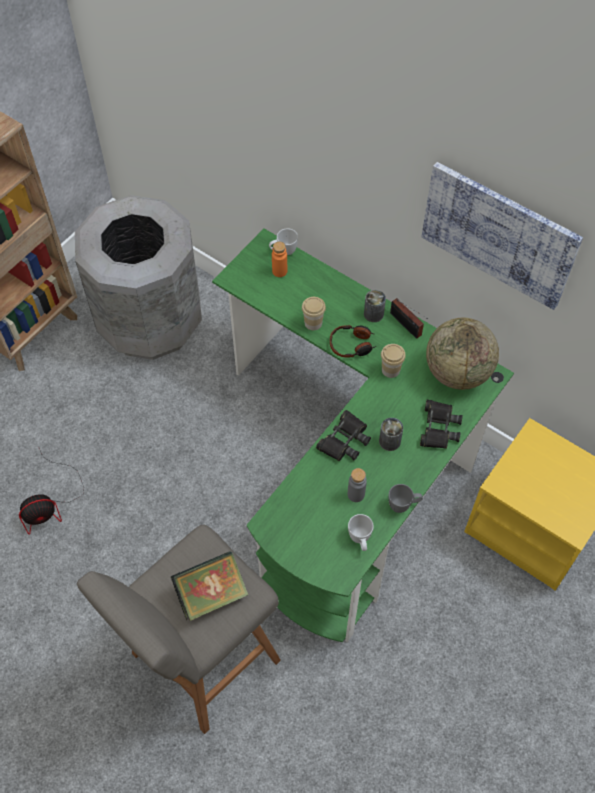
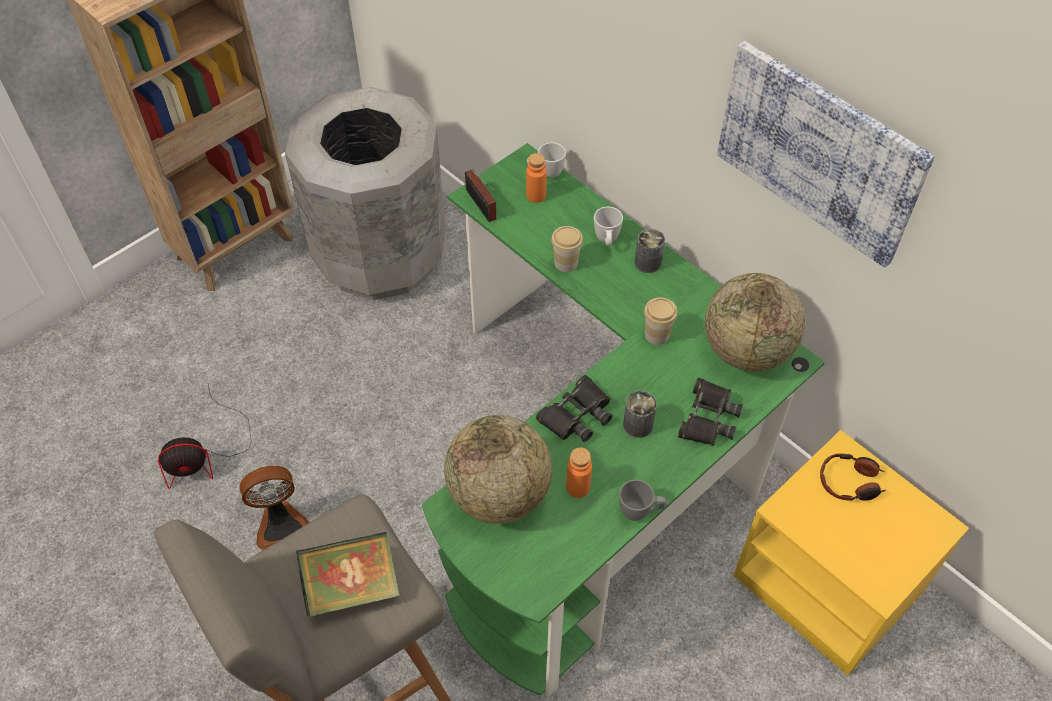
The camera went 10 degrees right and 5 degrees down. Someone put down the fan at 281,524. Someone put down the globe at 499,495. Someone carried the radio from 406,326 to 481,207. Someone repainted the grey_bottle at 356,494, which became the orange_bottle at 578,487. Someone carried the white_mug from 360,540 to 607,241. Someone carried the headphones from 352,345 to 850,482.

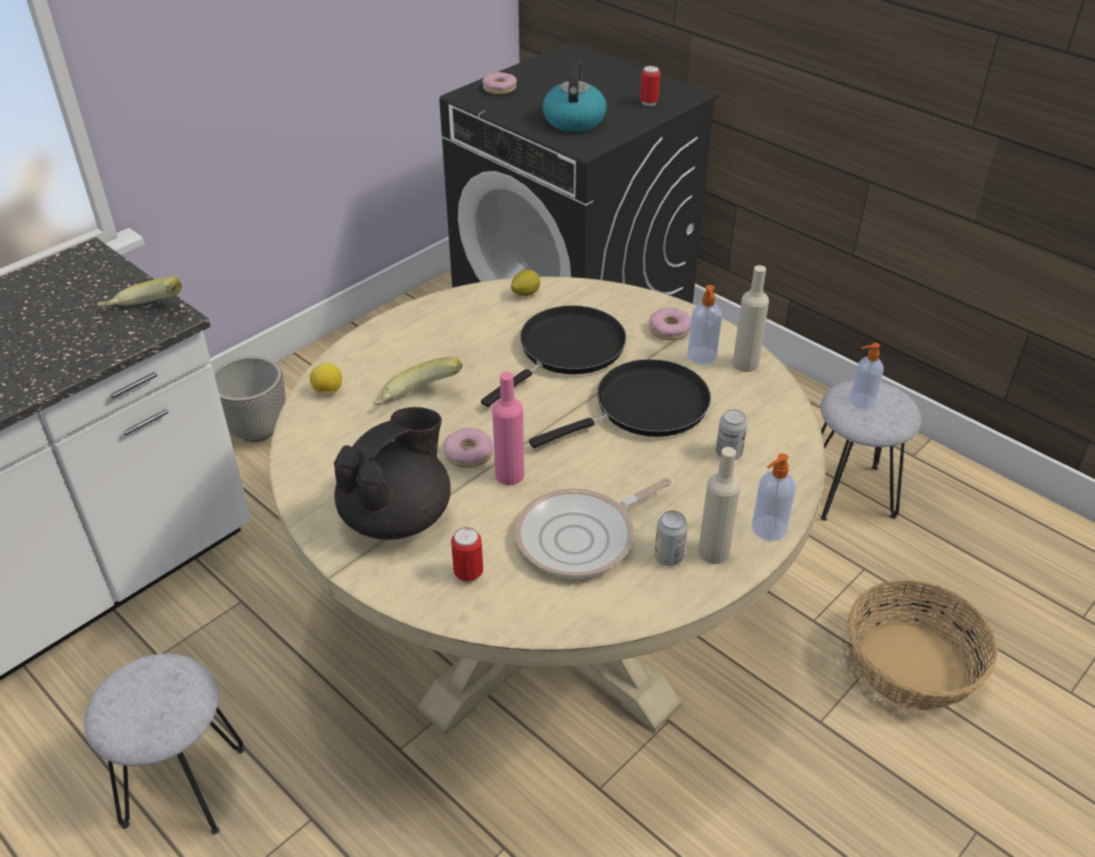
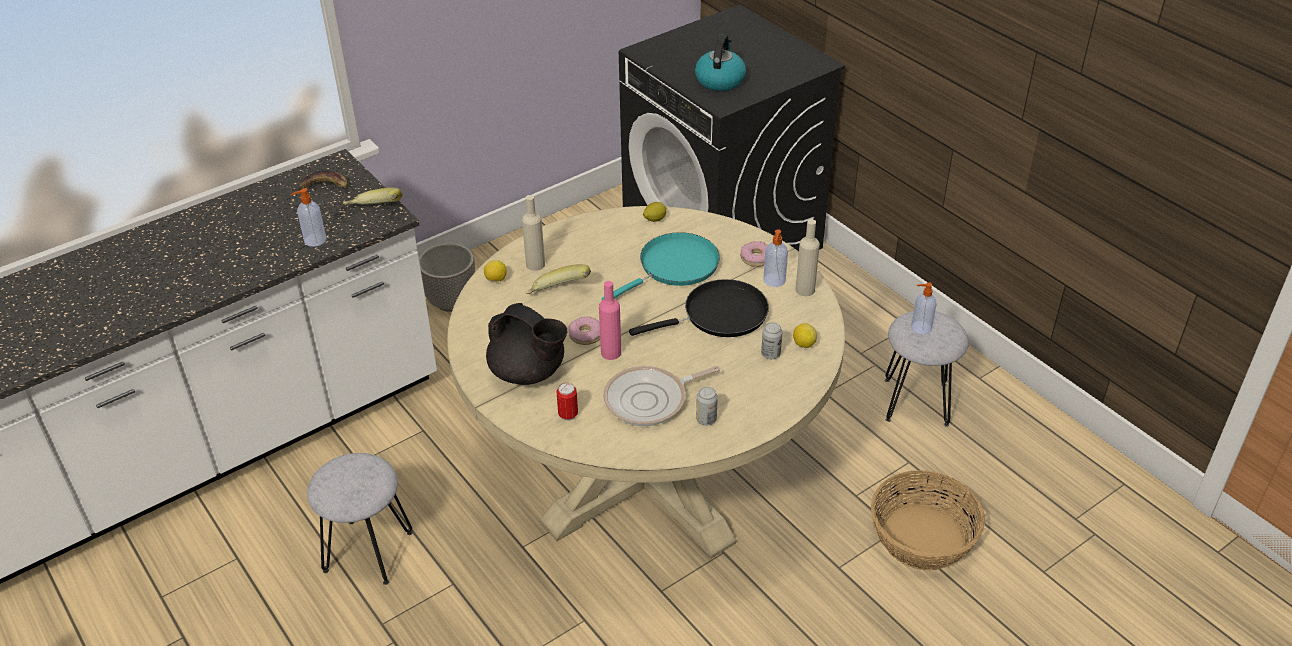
The camera went 10 degrees right and 0 degrees up. Someone carried the soap_dispenser from 768,529 to 314,240. Someone put down the banana at 326,187. Someone rotated the black_teapot at 398,516 by 75 degrees clockwise. Someone carried the beige_bottle from 713,552 to 535,264. Someone repainted the black_frying_pan at 567,351, which became the turquoise_frying_pan at 674,267. Someone put down the lemon at 803,344. Someone took away the donut at 499,89. Someone took away the can at 649,102.

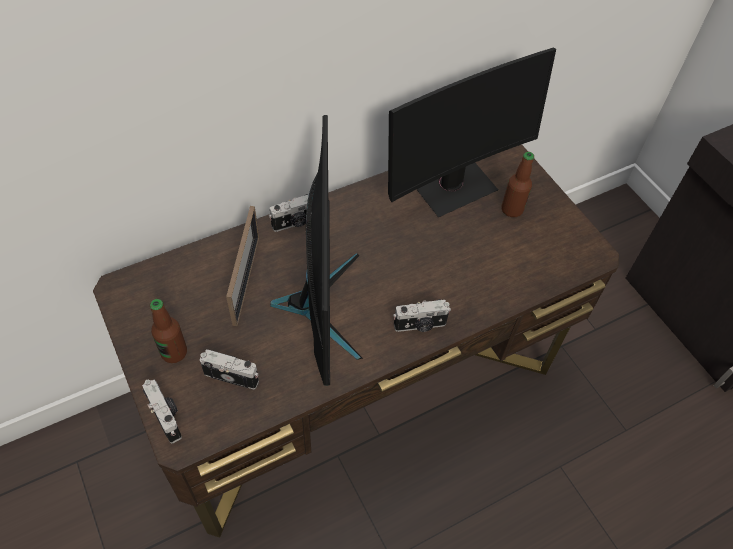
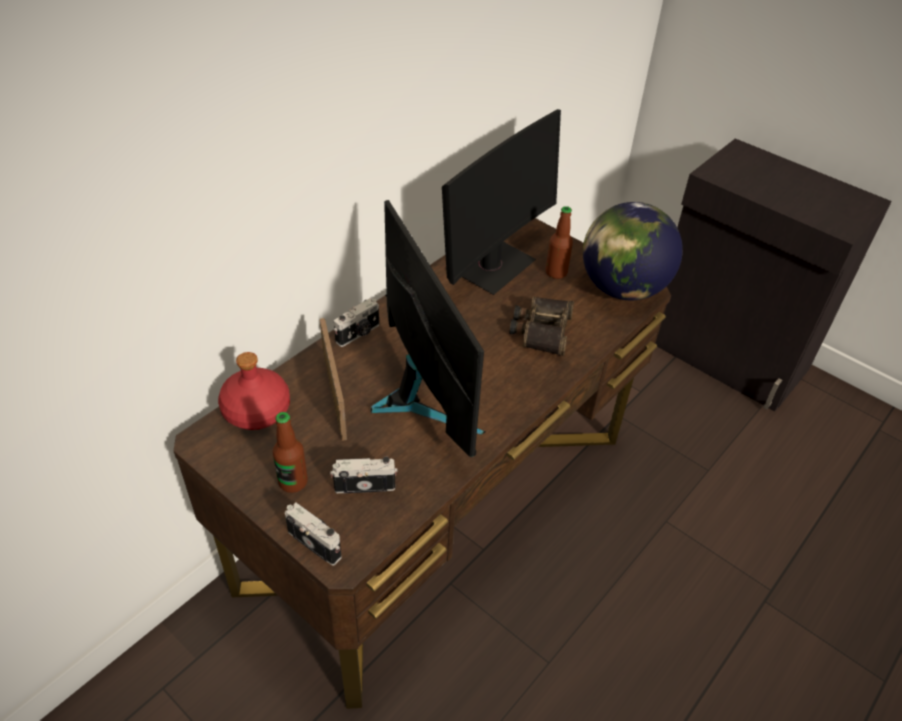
The camera went 20 degrees left and 10 degrees down. Someone put down the red_bottle at 256,411. Someone put down the binoculars at 541,330. Someone put down the globe at 622,288. Someone took away the photo_camera at 420,325.

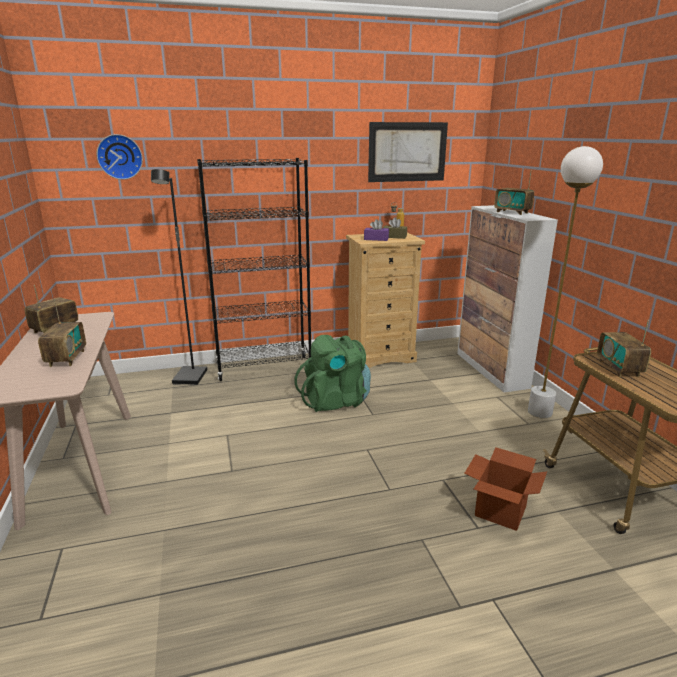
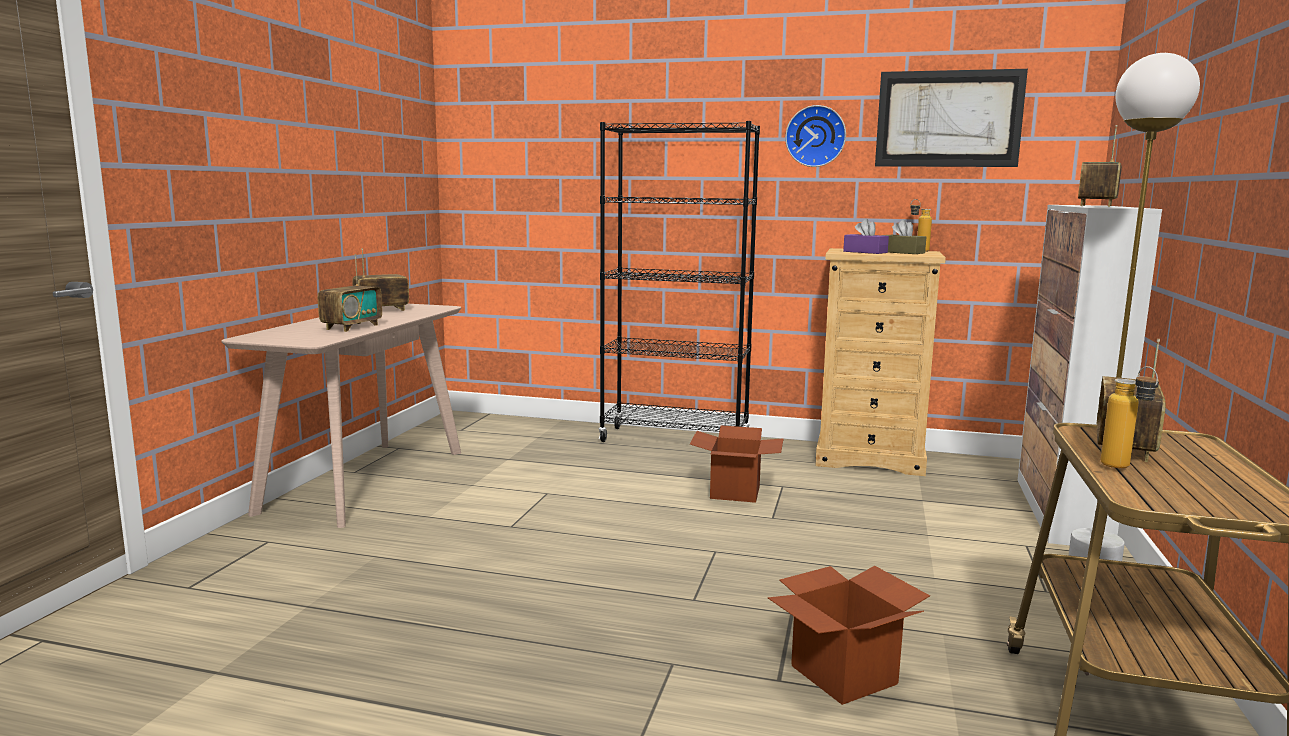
The camera went 30 degrees right and 10 degrees down. Someone swapped the green_backpack at 336,401 for the cardboard_box at 735,492. Someone carried the wall_clock from 120,157 to 815,136. Someone rotated the radio at 512,212 by 45 degrees clockwise. Someone put down the bottle at 1123,468. Someone took away the black_floor_lamp at 191,377.

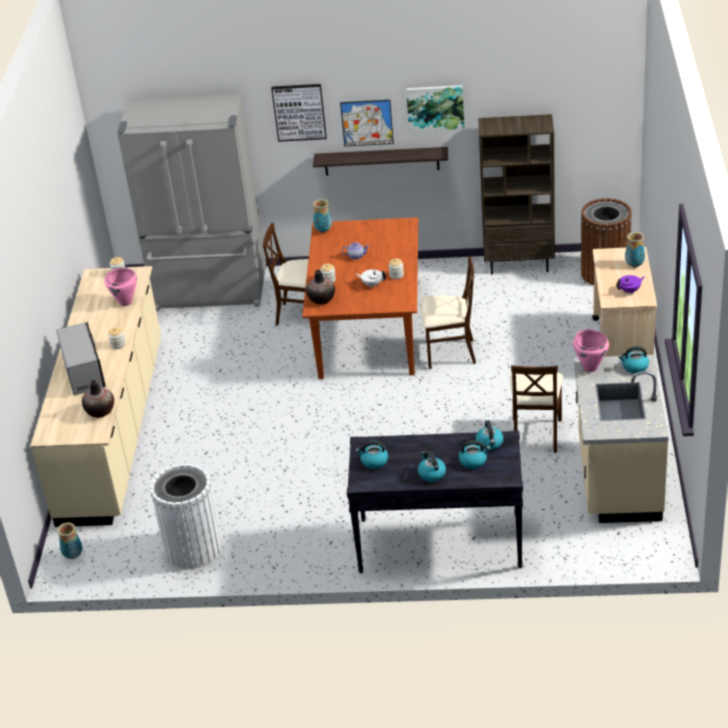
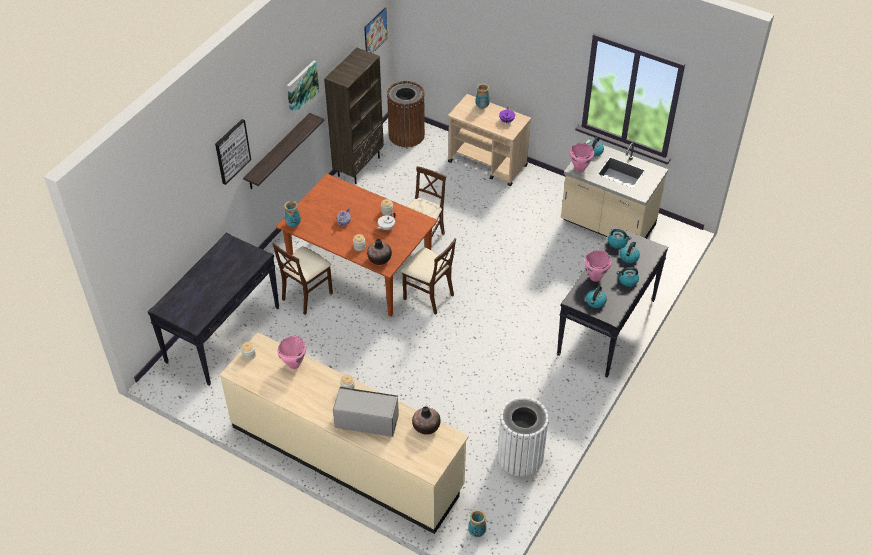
The camera went 65 degrees left and 10 degrees up. Someone swapped the grey_fridge at 210,291 for the black_console_table at 223,334. Someone carried the picture from 367,122 to 375,33. Someone carried the beige_chair from 536,434 to 428,296. Someone put down the pink_cooking_pot at 595,277.

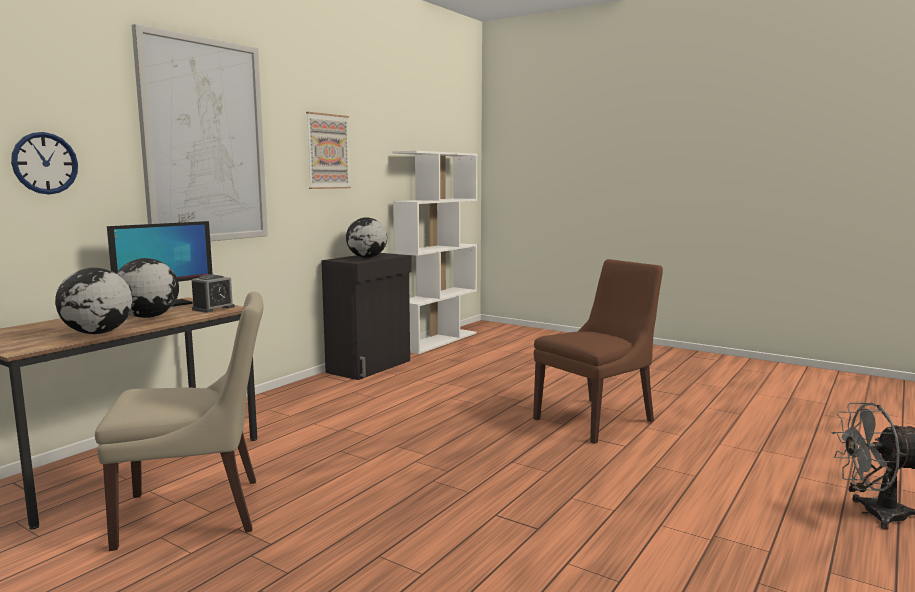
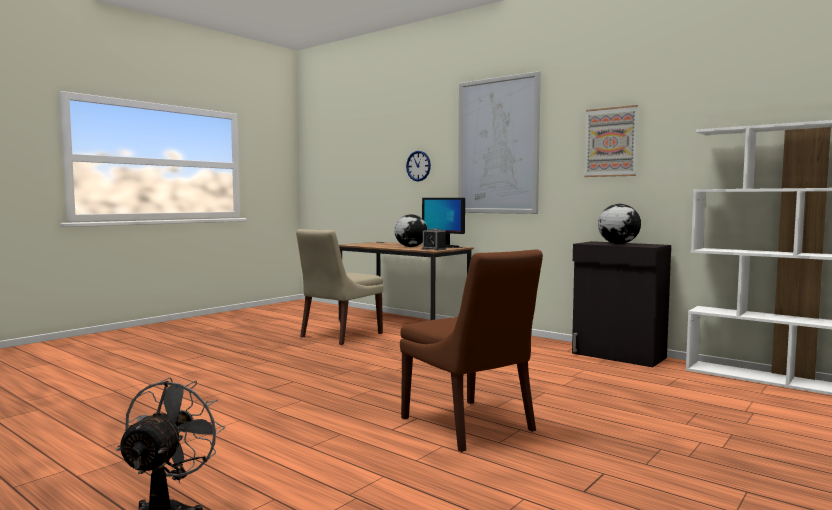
The camera went 95 degrees right and 5 degrees down. Someone rotated the beige_chair at 197,512 by 45 degrees clockwise. Someone took away the globe at 97,333.

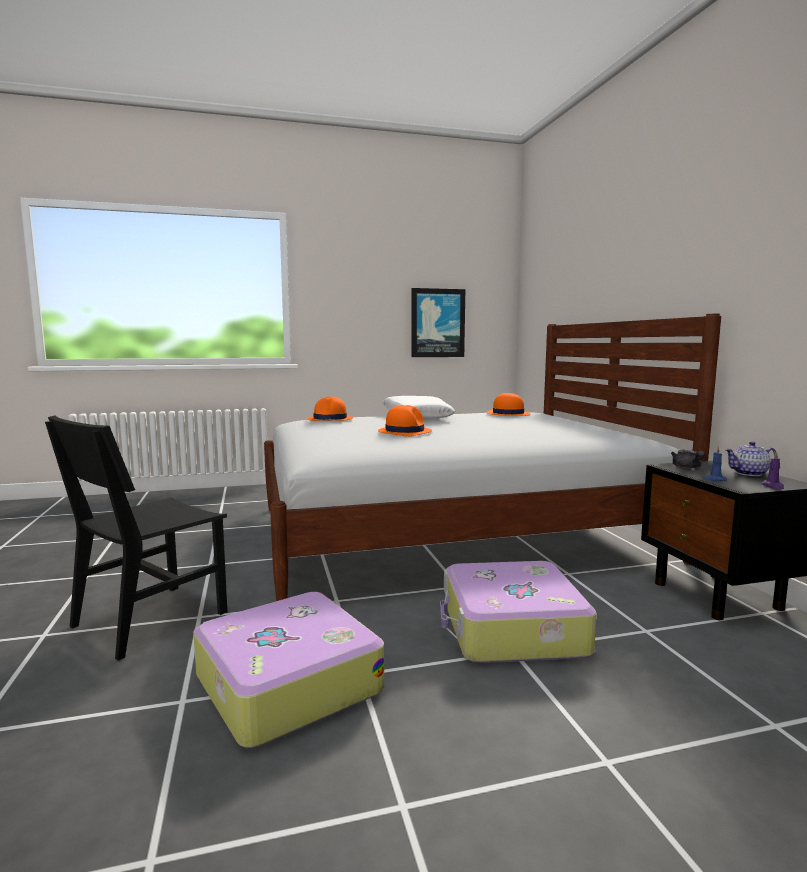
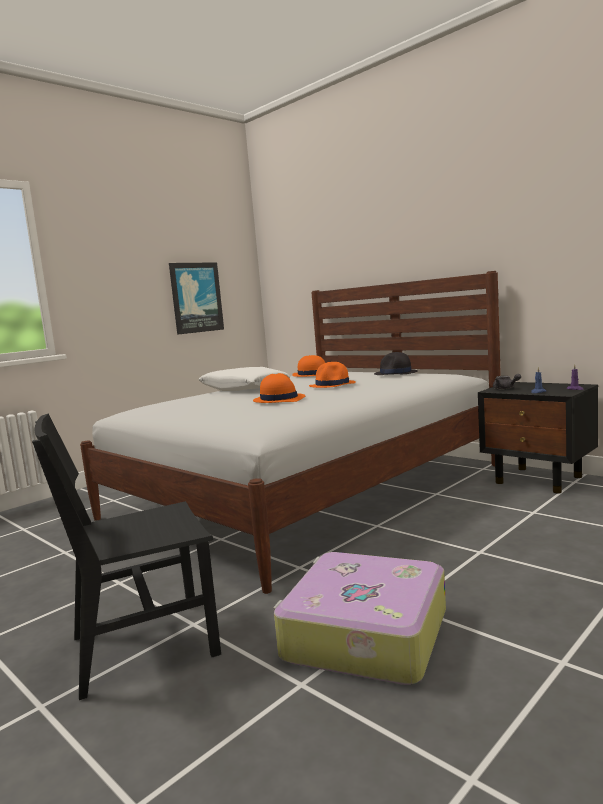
The camera went 30 degrees left and 0 degrees up. Someone rotated the black_chair at 150,619 by 60 degrees clockwise. Someone carried the orange_hat from 330,419 to 332,385. Someone put down the black_hat at 395,373. Someone took away the suitcase at 511,629. Someone took away the teapot at 749,473.

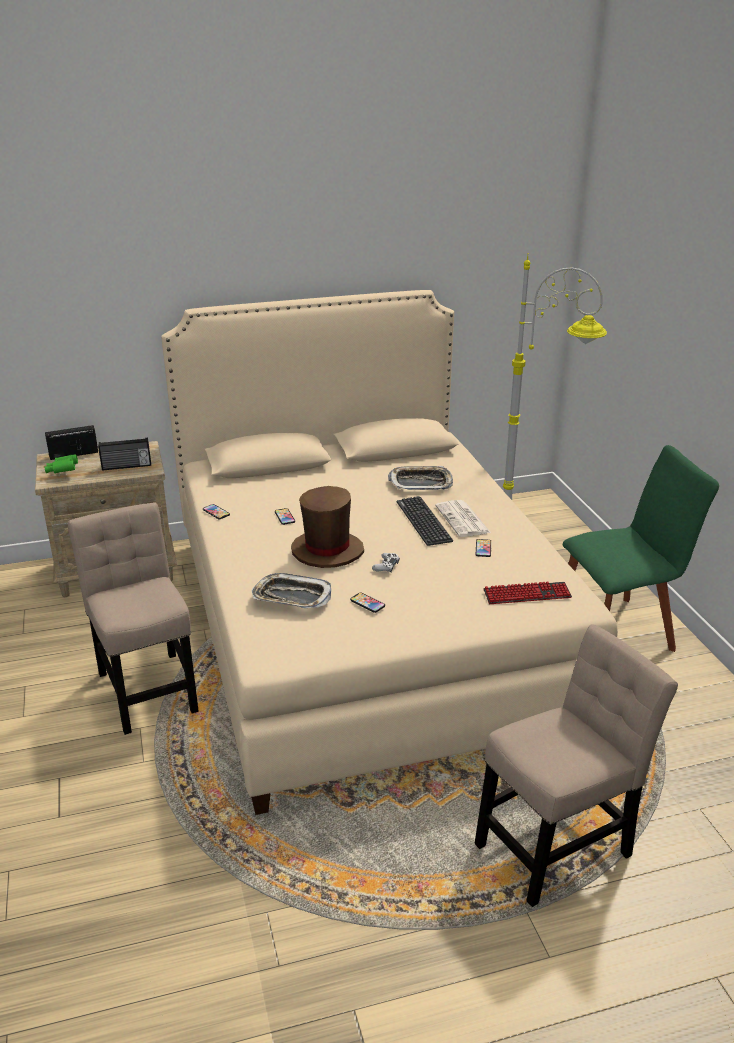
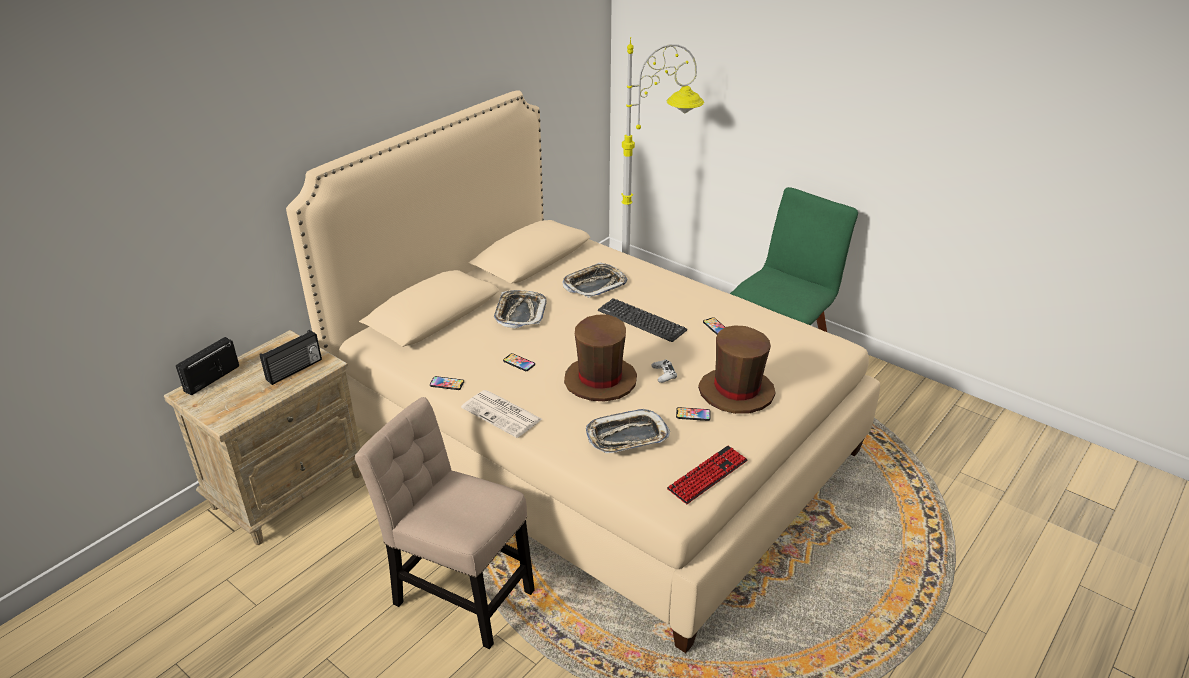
The camera went 35 degrees left and 5 degrees up. Someone carried the newspaper from 463,520 to 503,414. Someone put down the tray at 520,313. Someone carried the keyboard from 527,594 to 707,475. Someone put down the brown_hat at 736,392. Someone took away the green_binoculars at 63,471. Someone took away the beige_chair at 558,845.

